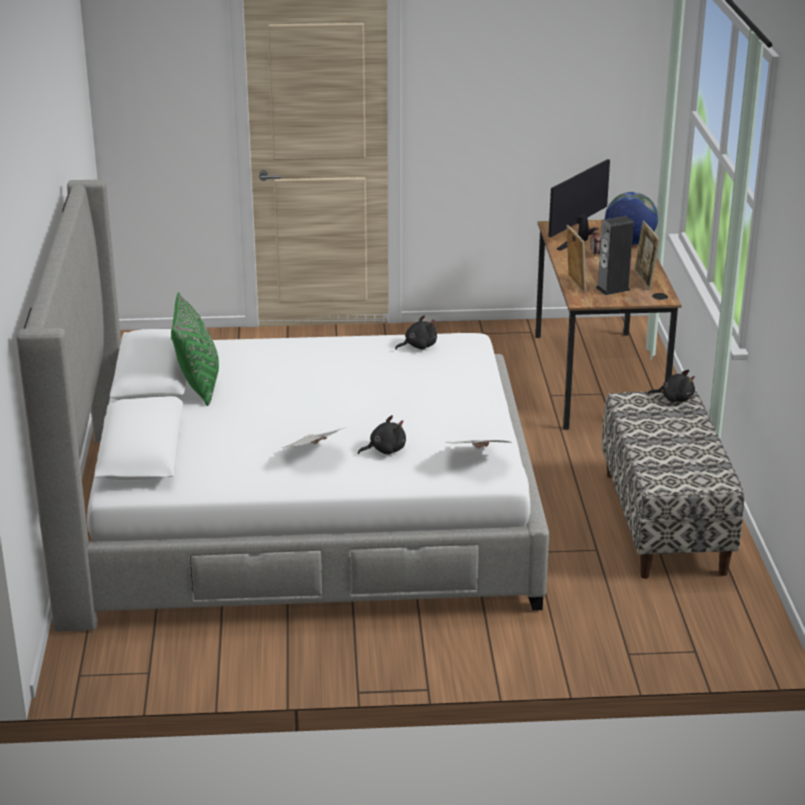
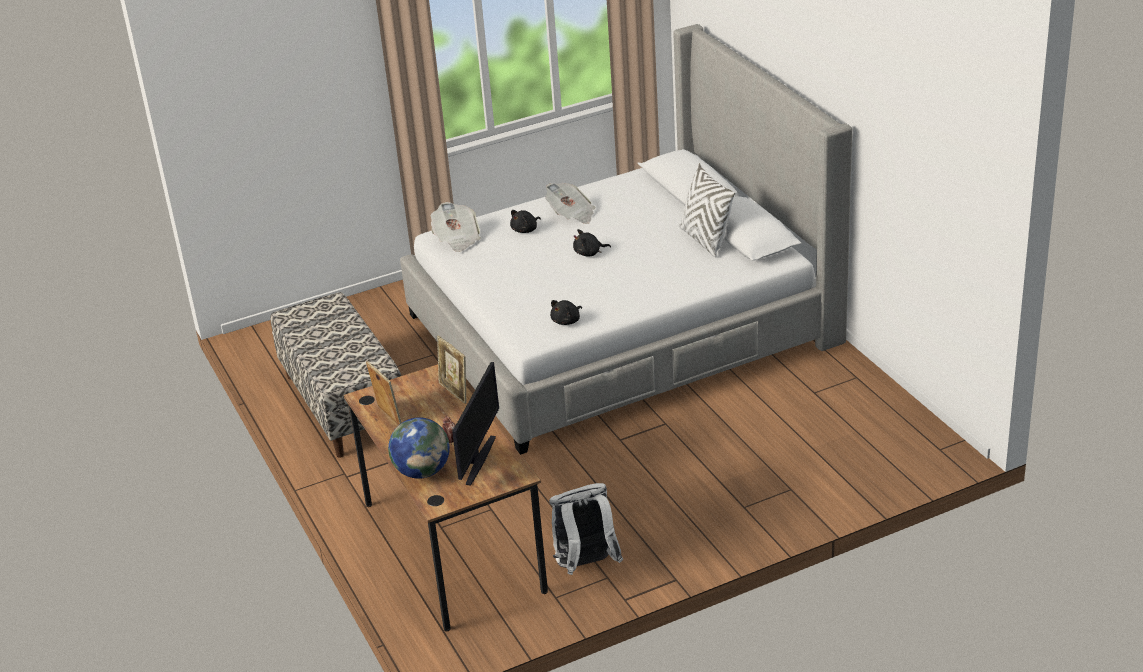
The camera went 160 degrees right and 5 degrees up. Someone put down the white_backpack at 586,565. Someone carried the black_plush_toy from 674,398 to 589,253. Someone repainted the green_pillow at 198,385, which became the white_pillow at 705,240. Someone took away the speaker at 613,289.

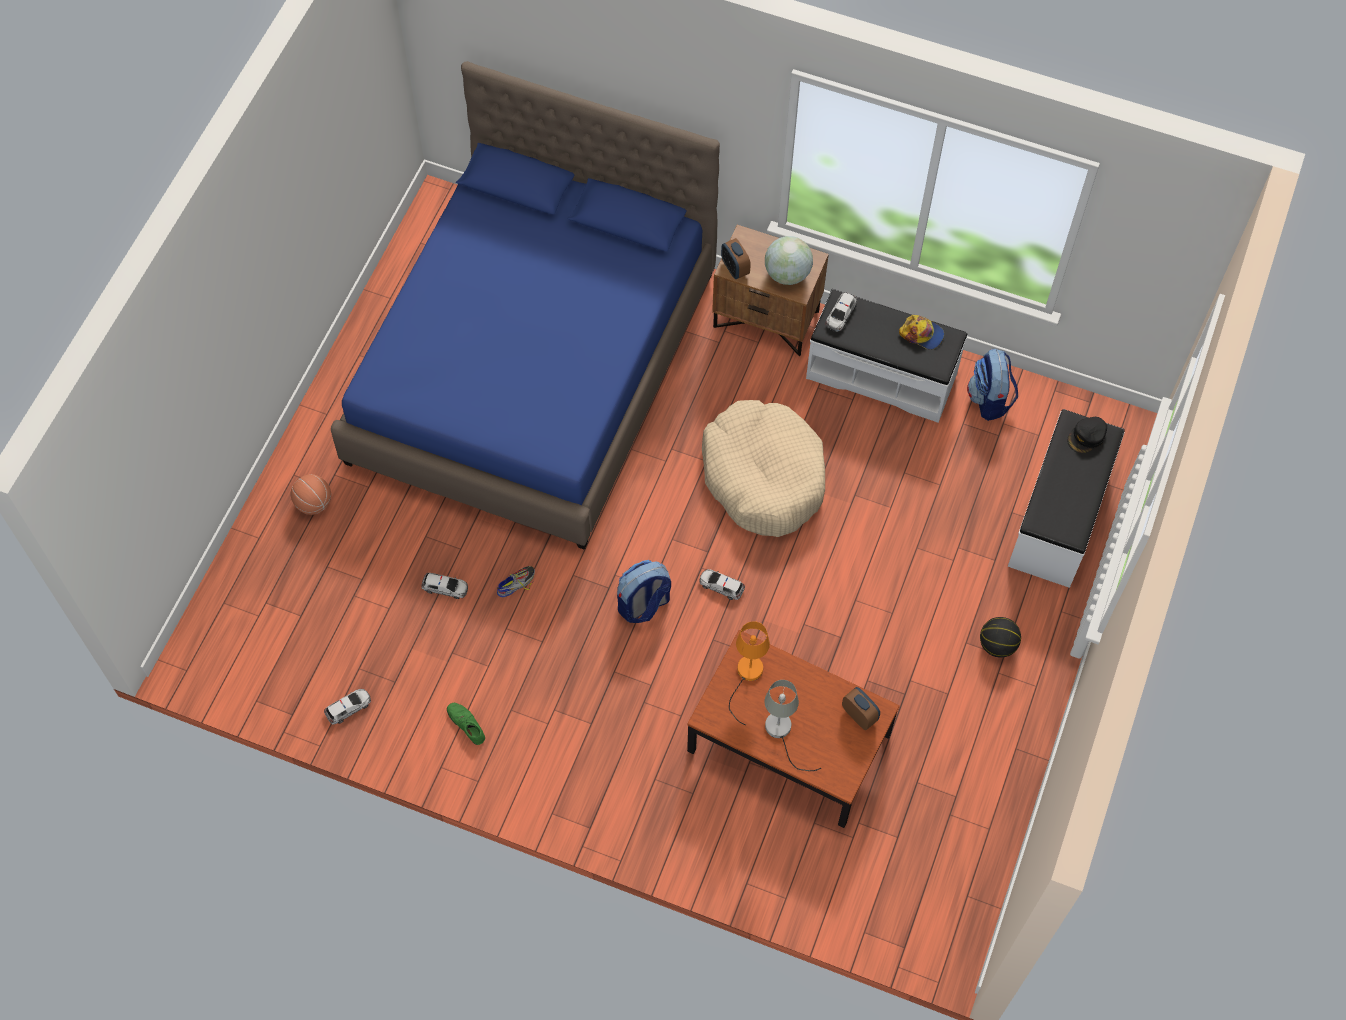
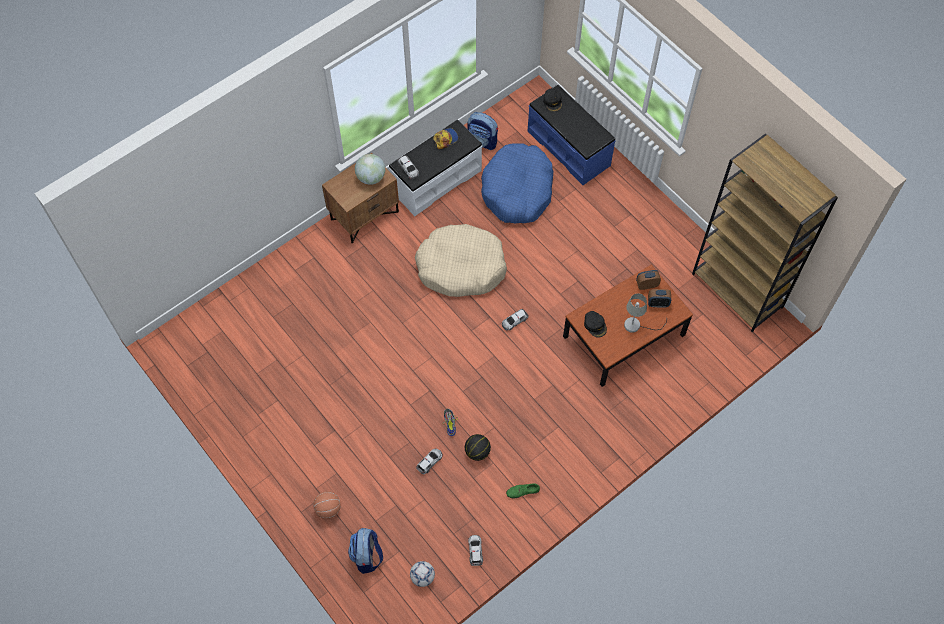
The camera went 60 degrees left and 0 degrees up. Someone carried the backpack from 643,605 to 367,556. Someone put down the football at 422,577. Someone carried the basketball from 997,645 to 477,452. Someone put down the blue_dog_bed at 517,190. Someone repainted the white_bench at 1060,517, which became the blue_bench at 569,148. Someone swapped the orange_table_lamp at 747,676 for the black_cap at 595,325. Someone carried the alarm_clock from 735,268 to 658,303. Someone put down the brown_bookcase at 737,291. Someone took away the blue_bed at 533,367.

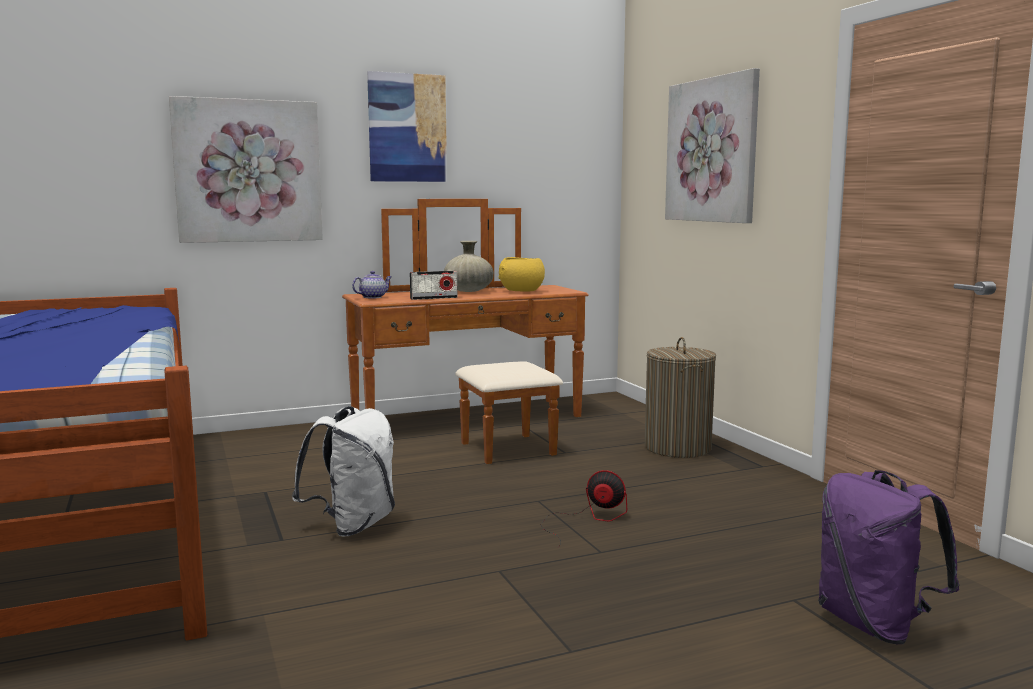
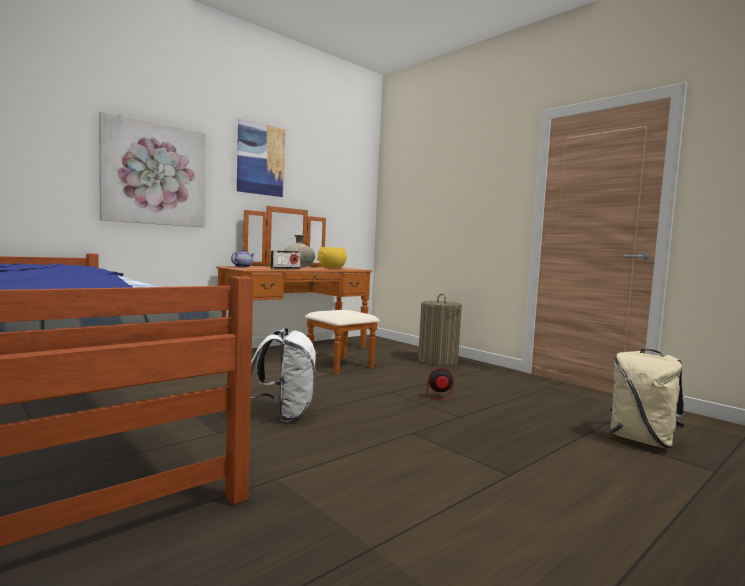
The camera went 20 degrees left and 5 degrees down. Someone repainted the purple_backpack at 874,625, which became the beige_backpack at 642,440. Someone took away the picture at 711,150.

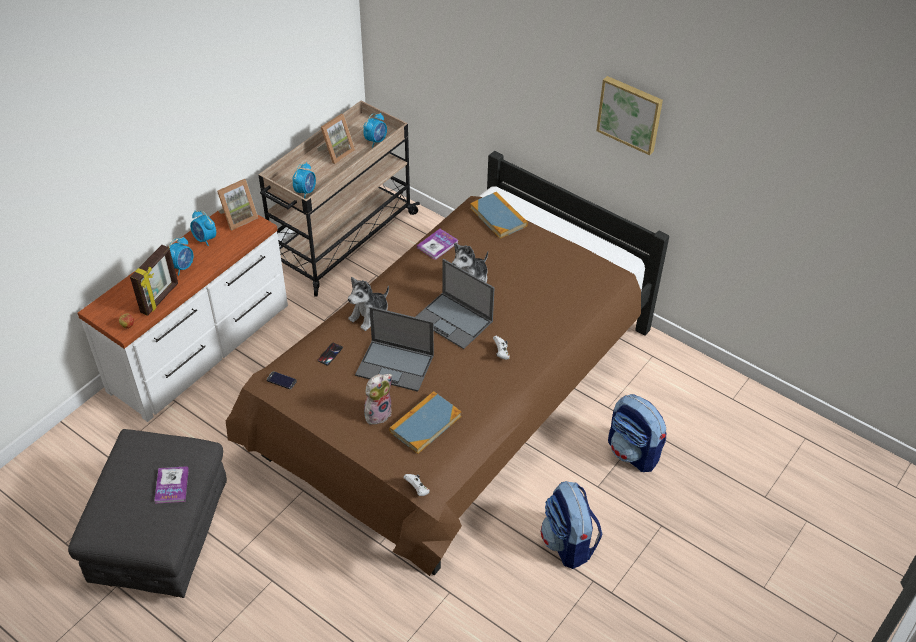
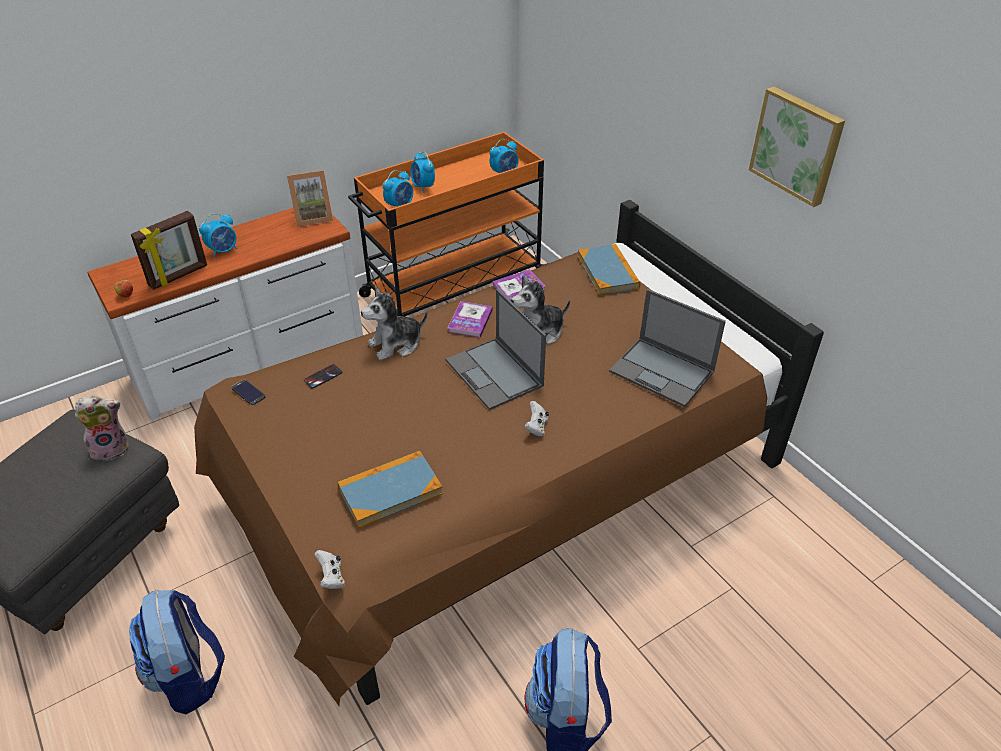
The camera went 20 degrees right and 5 degrees down. Someone carried the plush_toy from 378,413 to 111,448. Someone carried the backpack from 633,452 to 189,676. Someone repainted the beige_cart at 341,241, which became the orange_cart at 453,287. Someone carried the alarm_clock from 205,239 to 423,187. Someone carried the book from 172,485 to 470,320. Someone carried the laptop from 396,365 to 663,372. Someone took away the picture_frame at 336,152.

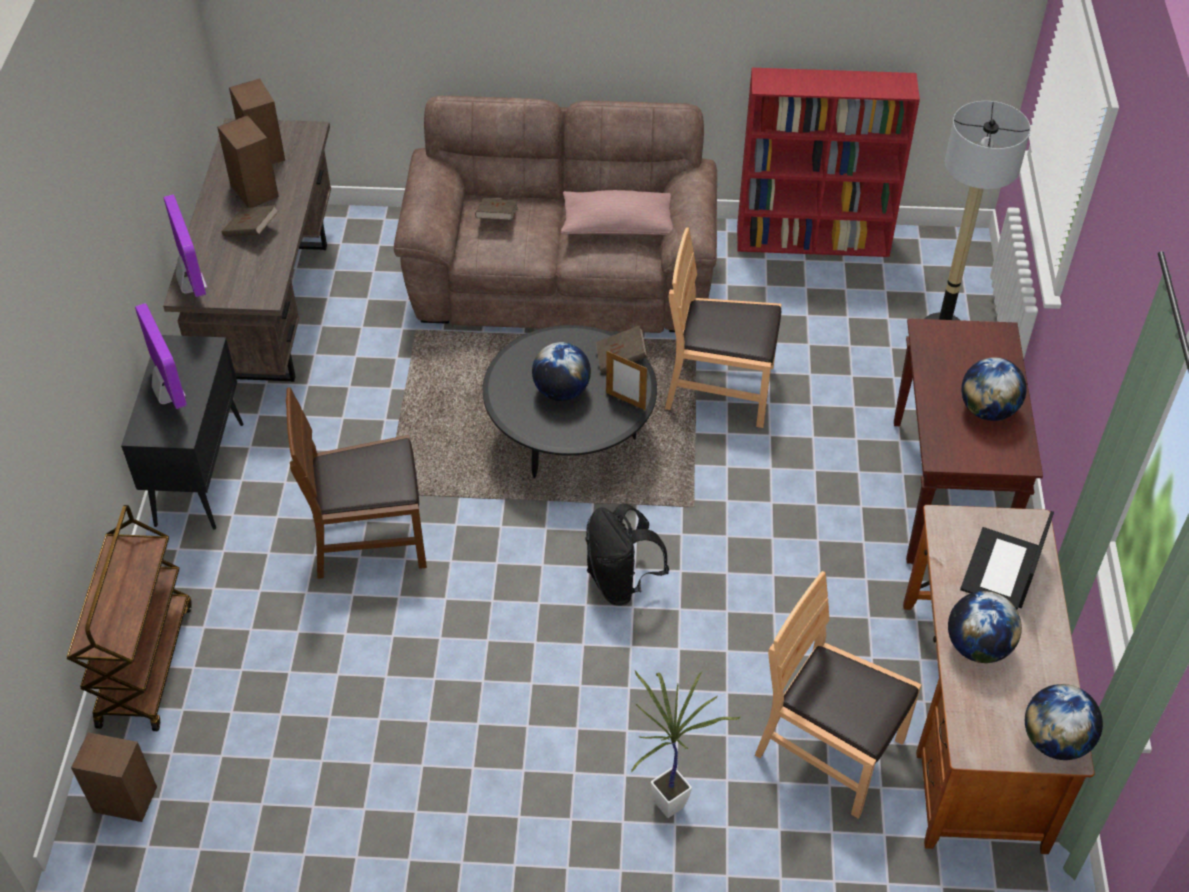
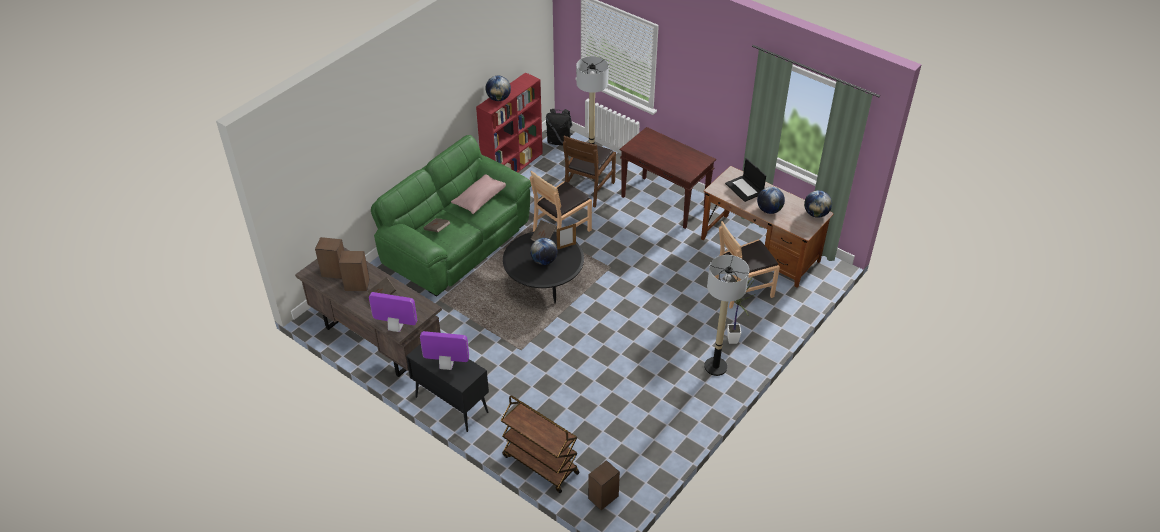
The camera went 55 degrees left and 5 degrees down. Someone repainted the brown_sofa at 562,275, which became the green_sofa at 455,242. Someone carried the globe from 987,410 to 498,98. Someone carried the black_backpack from 621,582 to 559,141. Someone carried the brown_chair from 369,537 to 588,189. Someone put down the floor_lamp at 715,366.

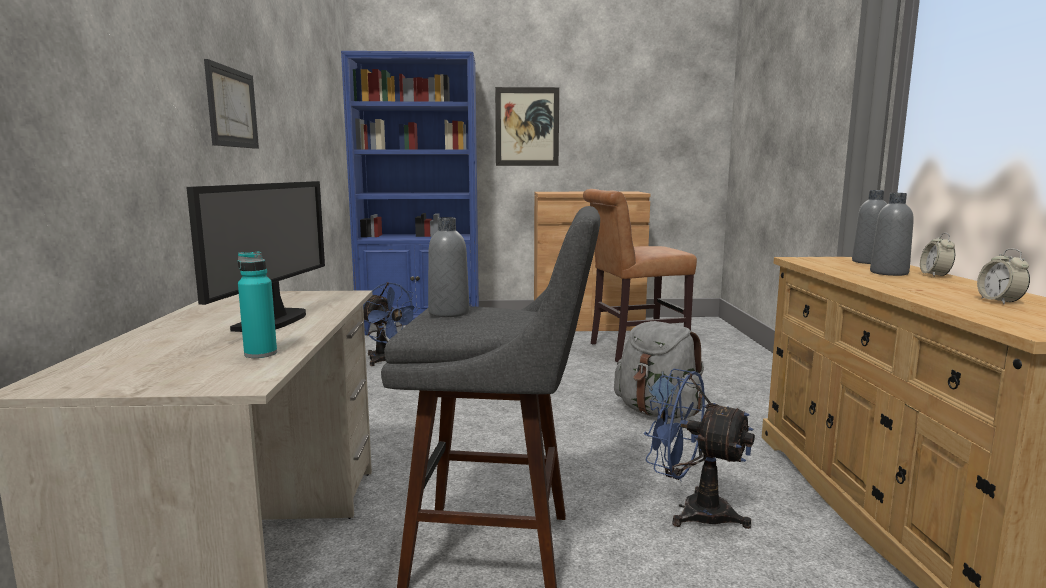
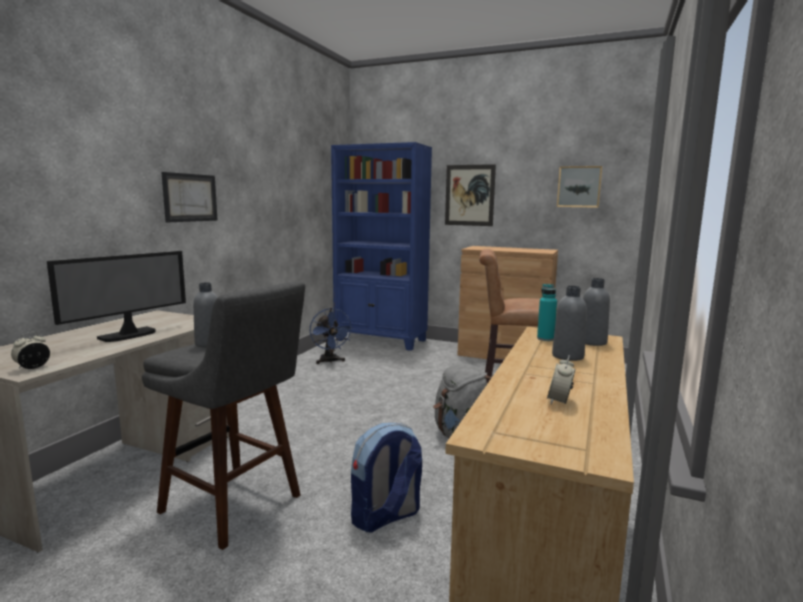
The camera went 25 degrees right and 0 degrees up. Someone carried the alarm_clock from 935,275 to 33,367. Someone swapped the blue_fan at 693,510 for the backpack at 385,517. Someone carried the turquoise_bottle from 260,354 to 545,339. Someone put up the picture at 579,187.

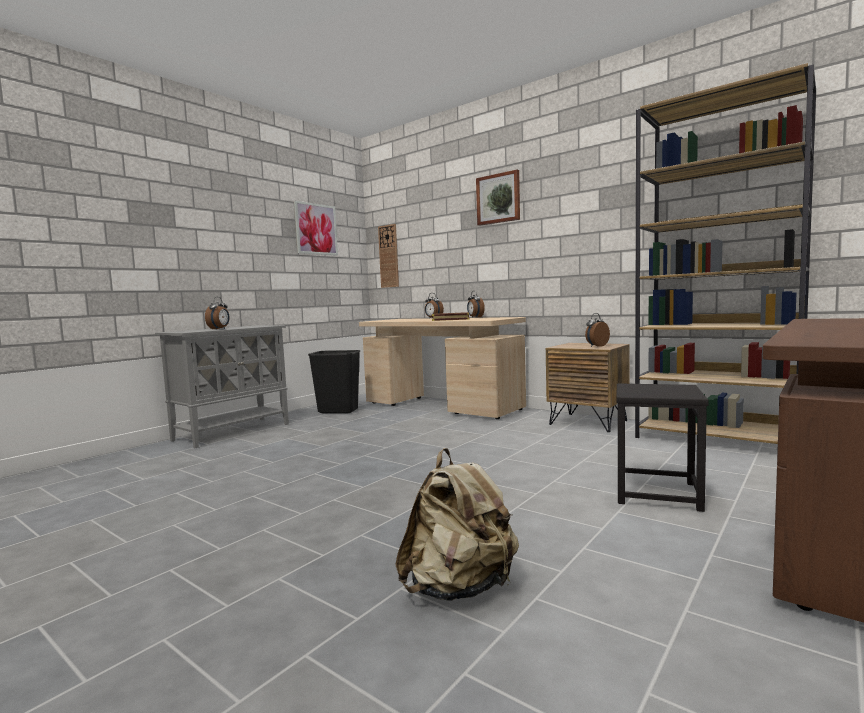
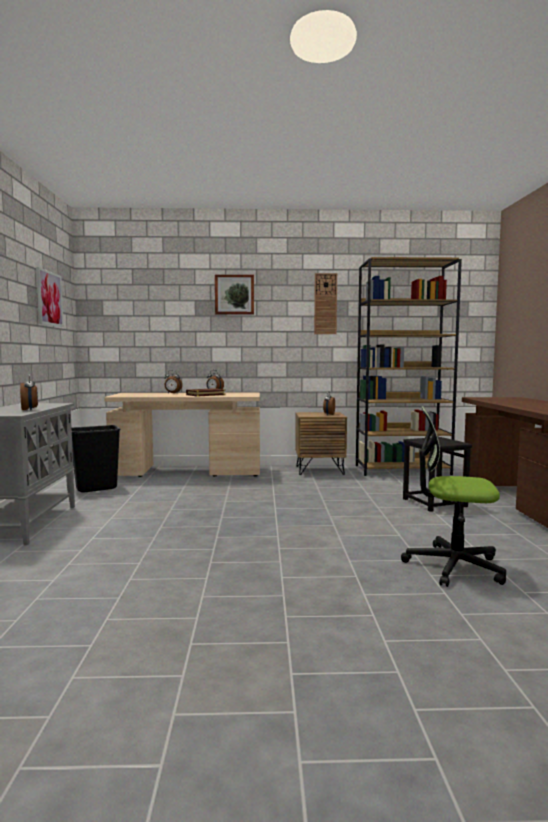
The camera went 40 degrees left and 0 degrees up. Someone carried the wall_clock from 389,256 to 325,304. Someone swapped the beige_backpack at 459,588 for the office_chair at 453,566.

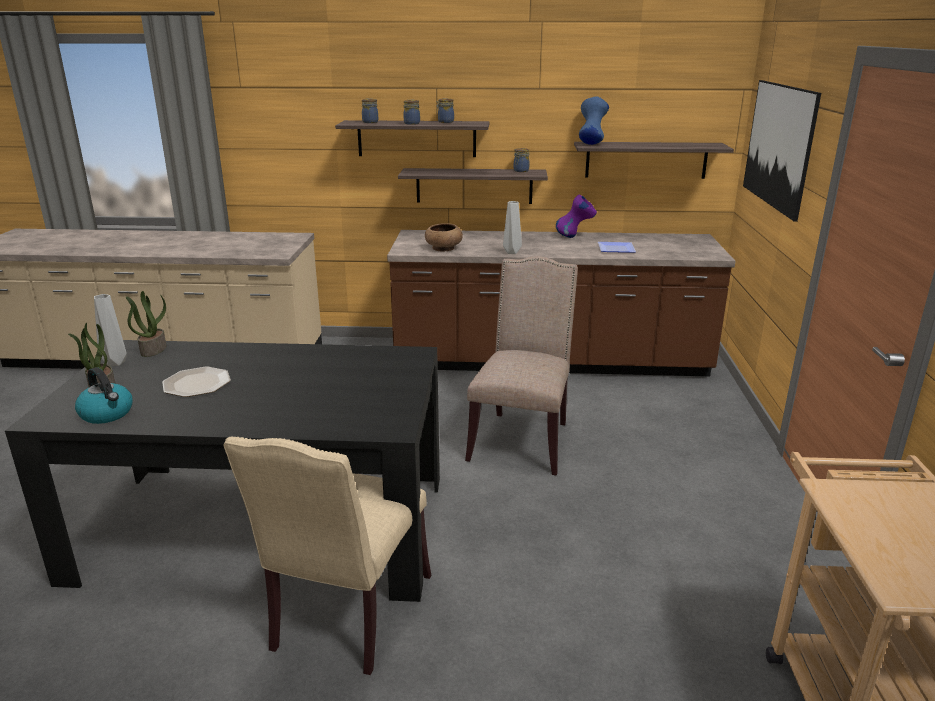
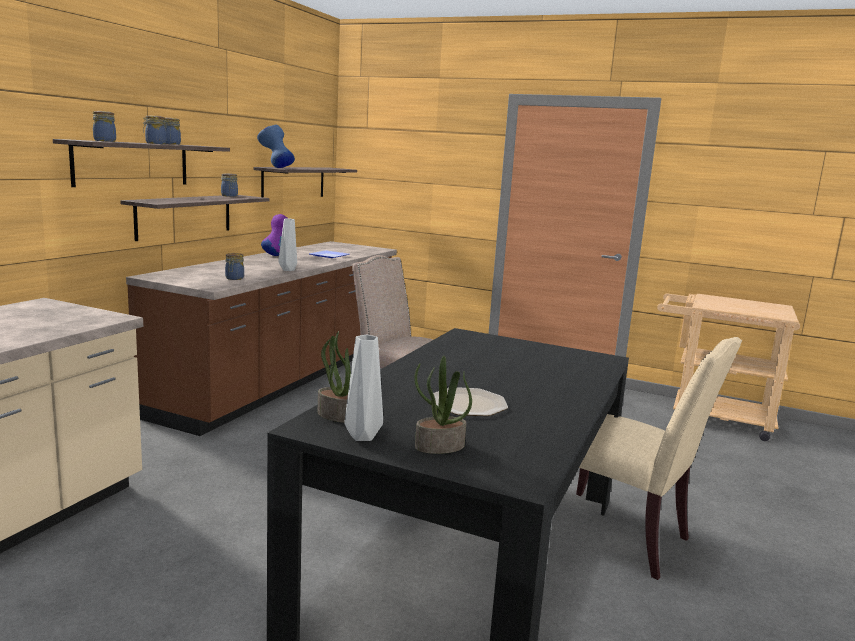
The camera went 70 degrees left and 10 degrees down. Someone swapped the brown_bowl at 443,248 for the jar at 234,278. Someone took away the kettle at 107,414. Someone took away the picture at 778,145.

